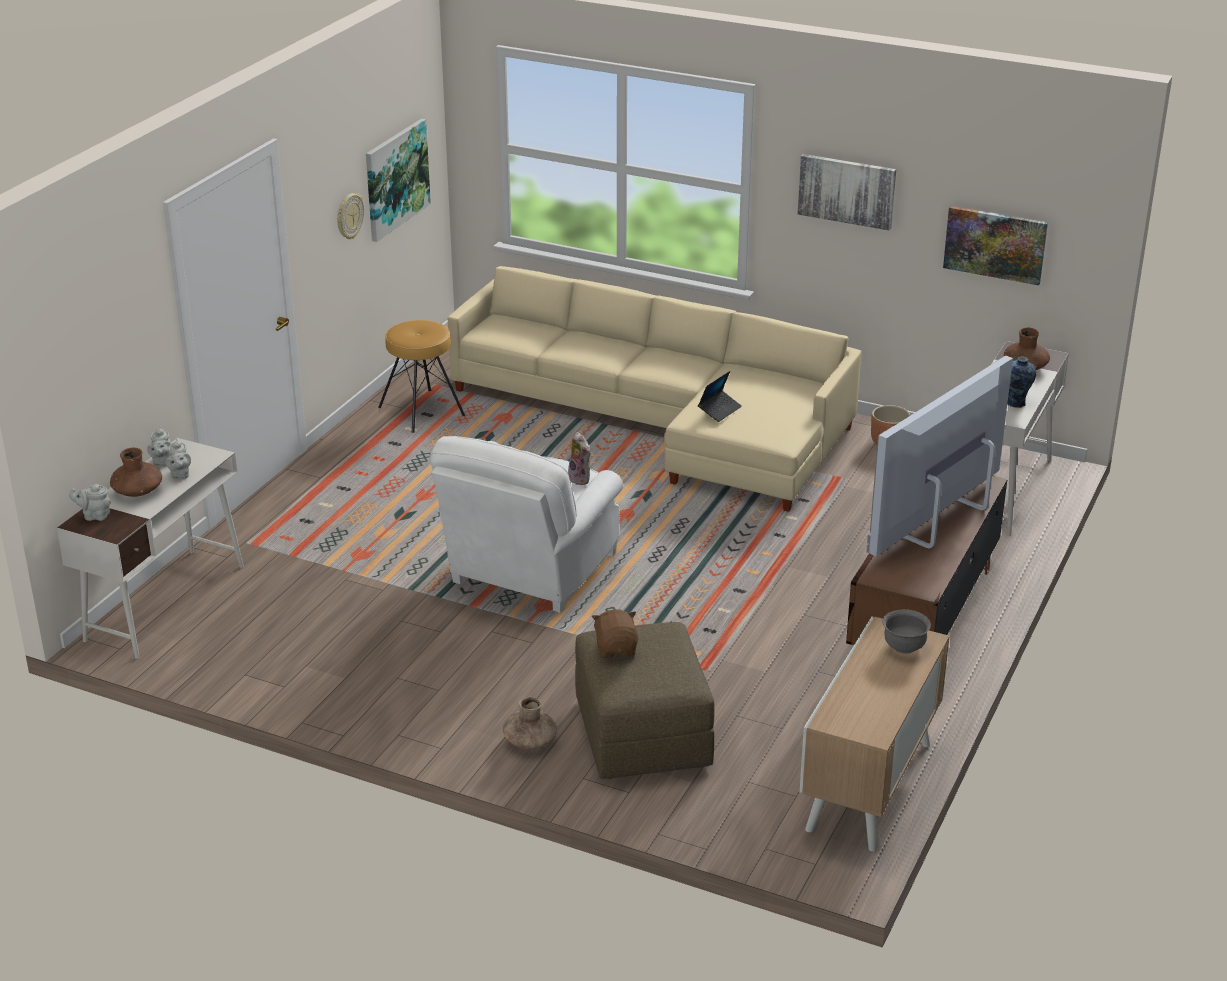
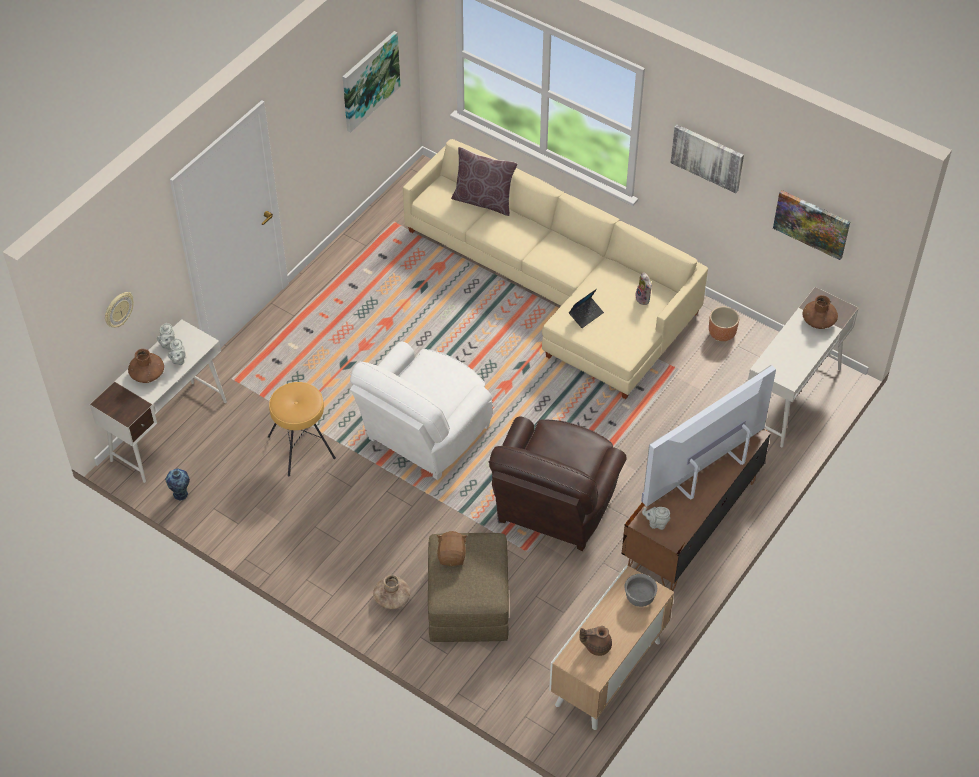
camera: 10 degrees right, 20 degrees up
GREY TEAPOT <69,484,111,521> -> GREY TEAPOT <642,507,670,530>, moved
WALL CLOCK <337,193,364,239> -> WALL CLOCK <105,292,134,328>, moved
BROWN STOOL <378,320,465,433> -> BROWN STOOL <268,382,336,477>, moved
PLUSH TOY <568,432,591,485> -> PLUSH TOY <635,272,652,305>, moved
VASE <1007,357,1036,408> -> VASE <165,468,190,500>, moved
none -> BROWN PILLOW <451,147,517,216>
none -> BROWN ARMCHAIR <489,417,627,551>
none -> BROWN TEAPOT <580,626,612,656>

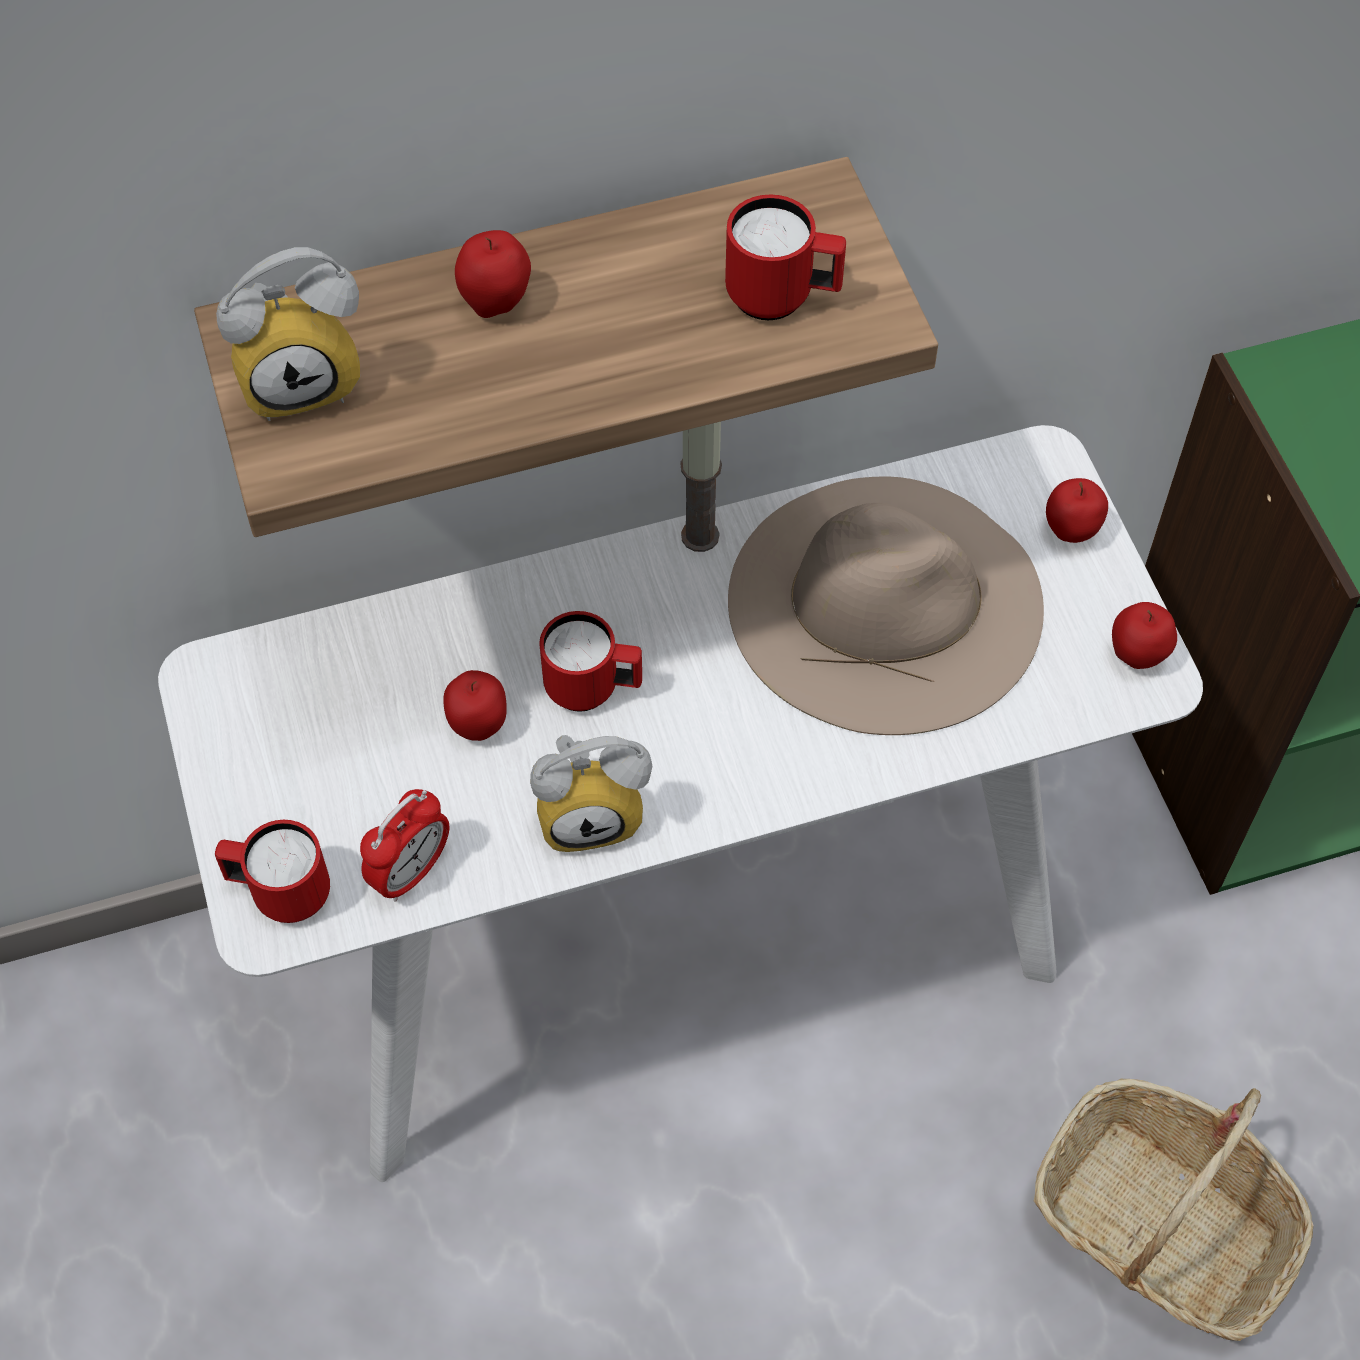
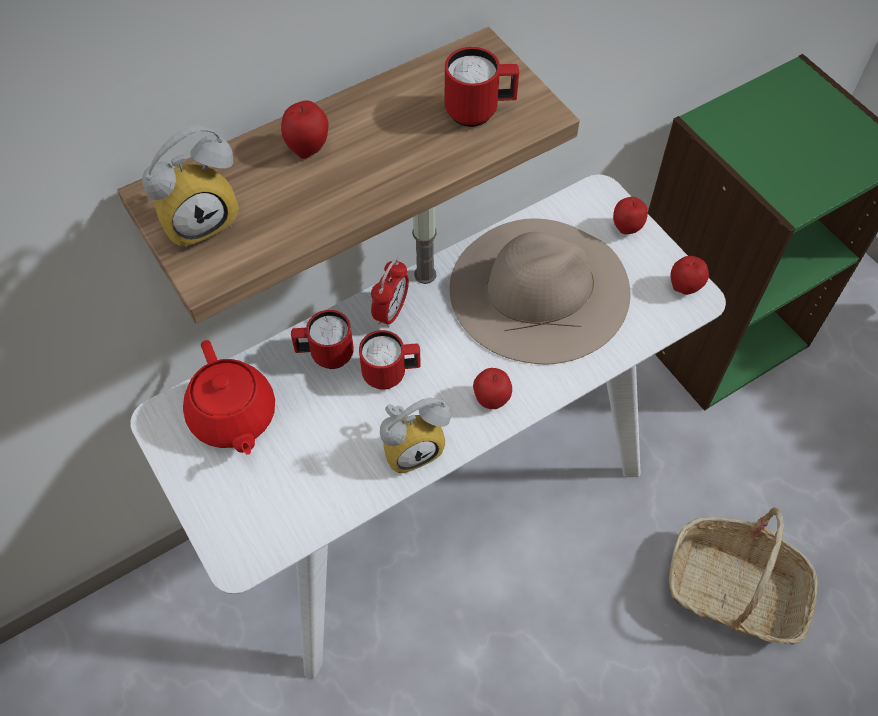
camera: 15 degrees left, 0 degrees up
RED MUG <215,820,330,923> -> RED MUG <291,310,354,369>, moved
ALARM CLOCK <360,789,449,902> -> ALARM CLOCK <371,259,409,328>, moved
APPLE <443,670,507,741> -> APPLE <473,368,512,409>, moved
none -> RED TEAPOT <183,340,275,455>

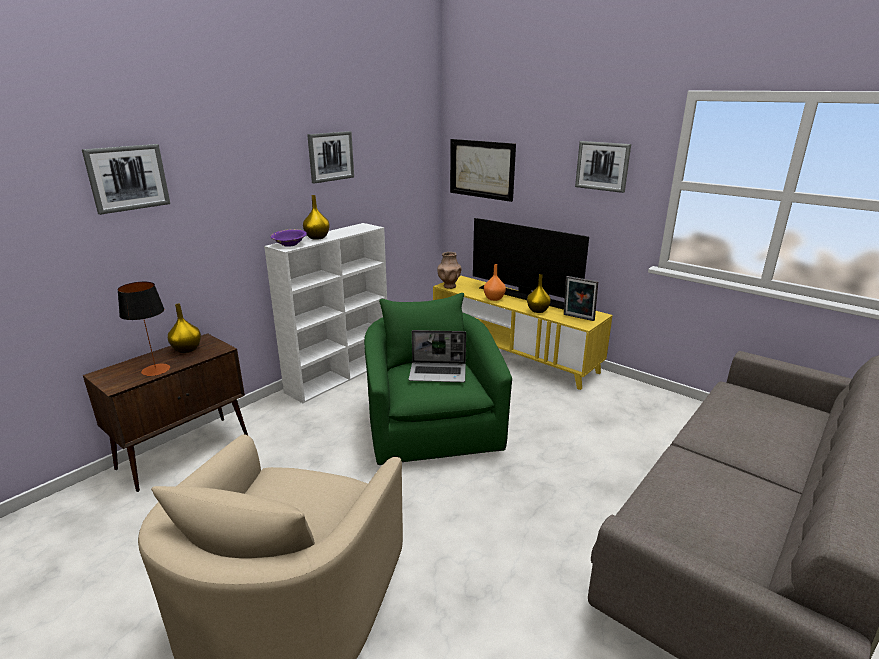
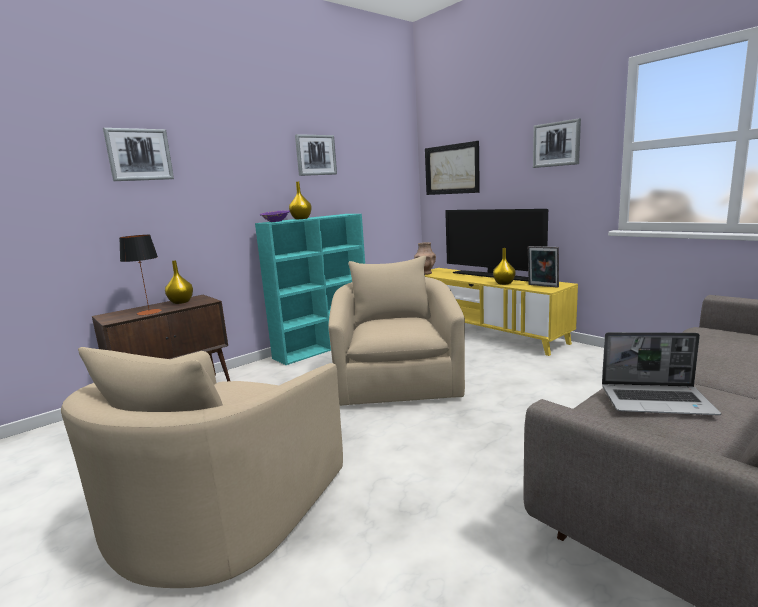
camera: 10 degrees right, 10 degrees down
WHITE BOOKCASE <264,223,387,403> -> TURQUOISE BOOKCASE <255,214,365,365>
GREEN ARMCHAIR <364,293,512,465> -> BEIGE ARMCHAIR <328,256,465,406>
LAPTOP <408,330,466,382> -> LAPTOP <602,332,721,415>, moved
ORANGE VASE <484,264,506,301> -> none

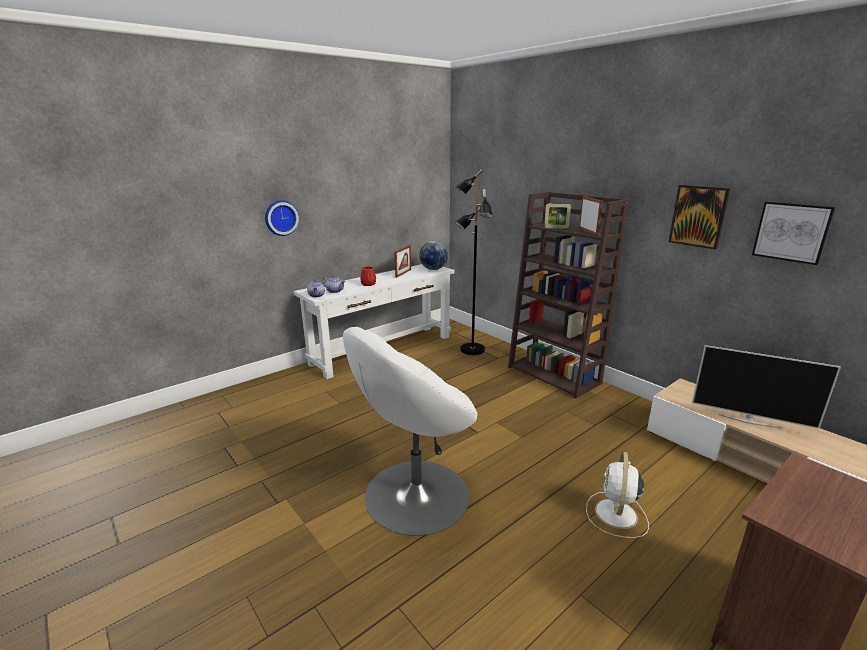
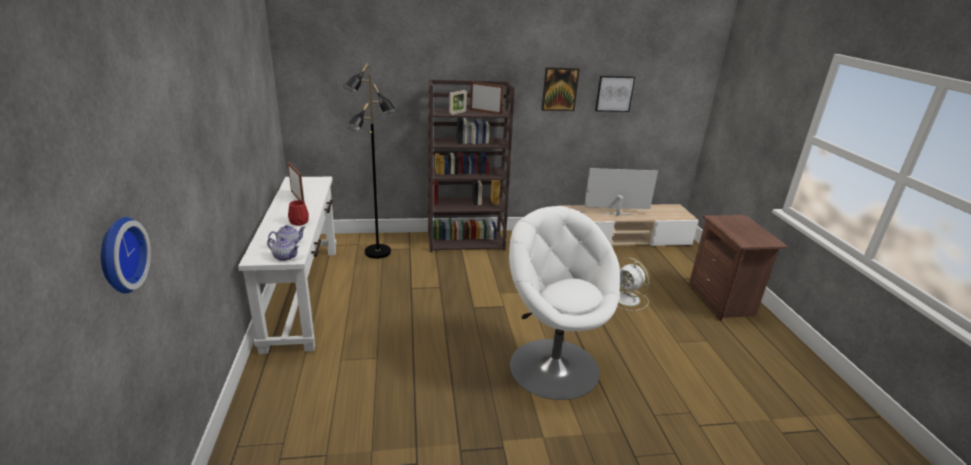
camera: 60 degrees left, 5 degrees up
WALL CLOCK <265,200,299,236> -> WALL CLOCK <101,217,151,293>, moved
WHITE ARMCHAIR <343,327,477,536> -> WHITE ARMCHAIR <509,206,620,400>, 150 degrees clockwise
GLOBE <419,241,448,270> -> none
TELEVISION <692,345,841,429> -> TELEVISION <584,168,658,216>, 150 degrees counterclockwise

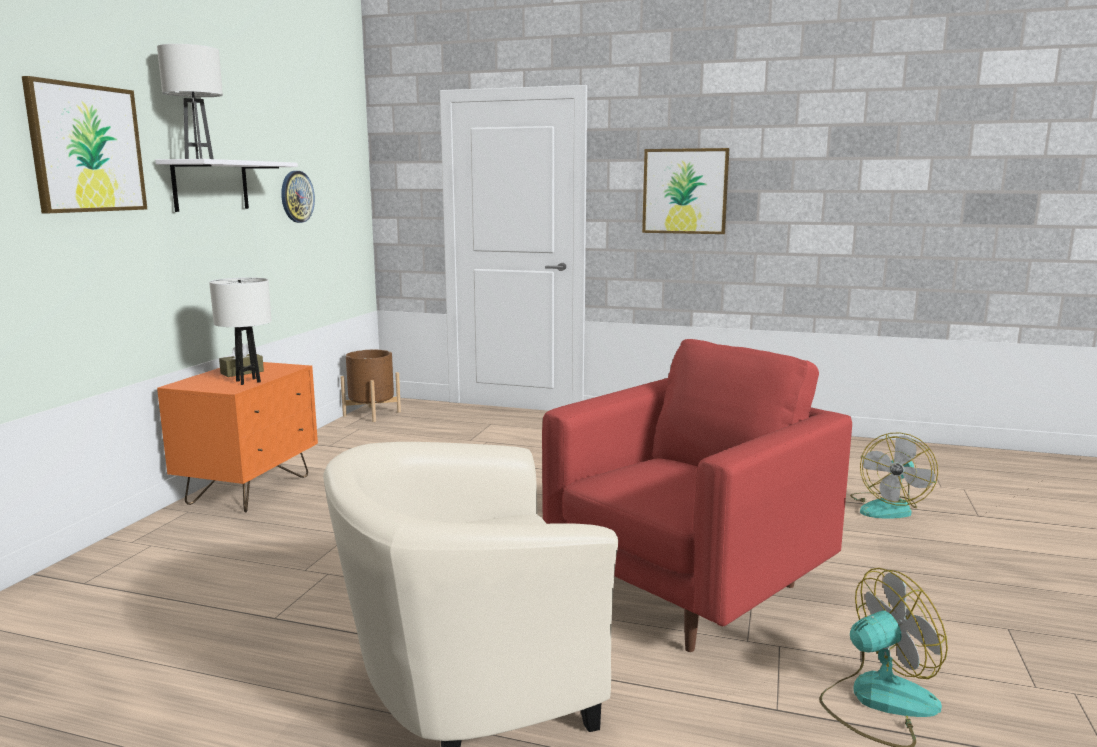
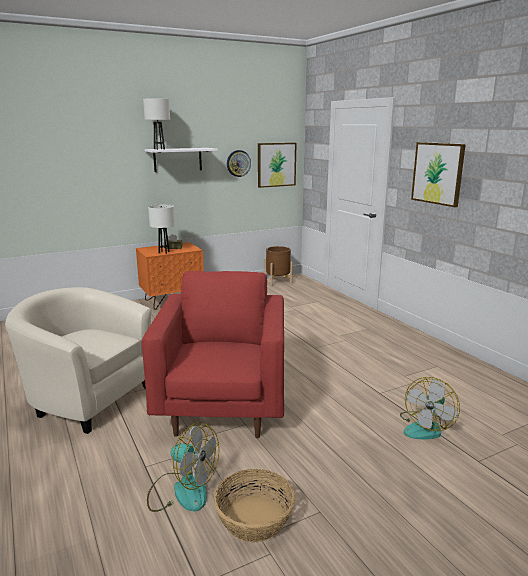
camera: 45 degrees right, 5 degrees up
PICTURE <22,76,147,213> -> PICTURE <258,143,296,188>, moved
RED ARMCHAIR <542,339,852,652> -> RED ARMCHAIR <142,271,284,438>, 90 degrees counterclockwise
FAN <850,432,938,519> -> FAN <400,377,460,439>, 45 degrees counterclockwise
none -> BASKET <214,469,295,543>

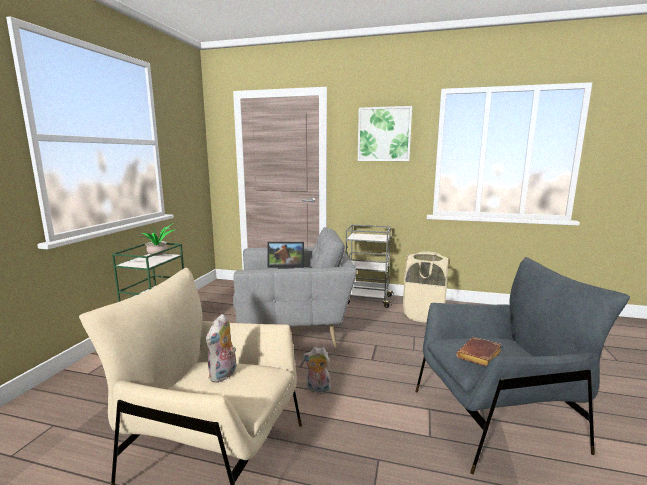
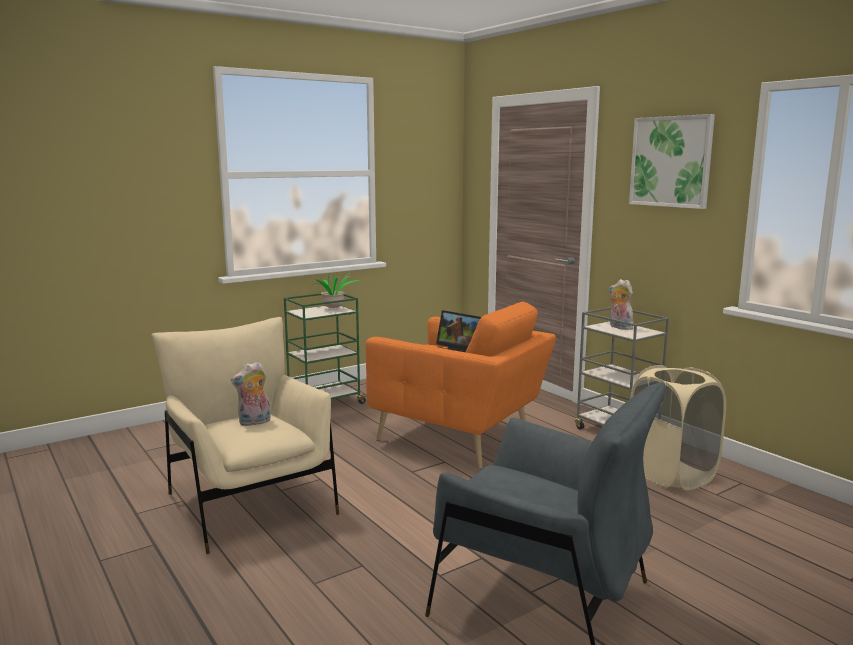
camera: 40 degrees right, 0 degrees up
GREY ARMCHAIR <233,227,357,348> -> ORANGE ARMCHAIR <365,302,556,469>
PLUSH TOY <303,347,331,394> -> PLUSH TOY <609,279,634,330>, moved
BROWN BOOK <456,337,502,366> -> none

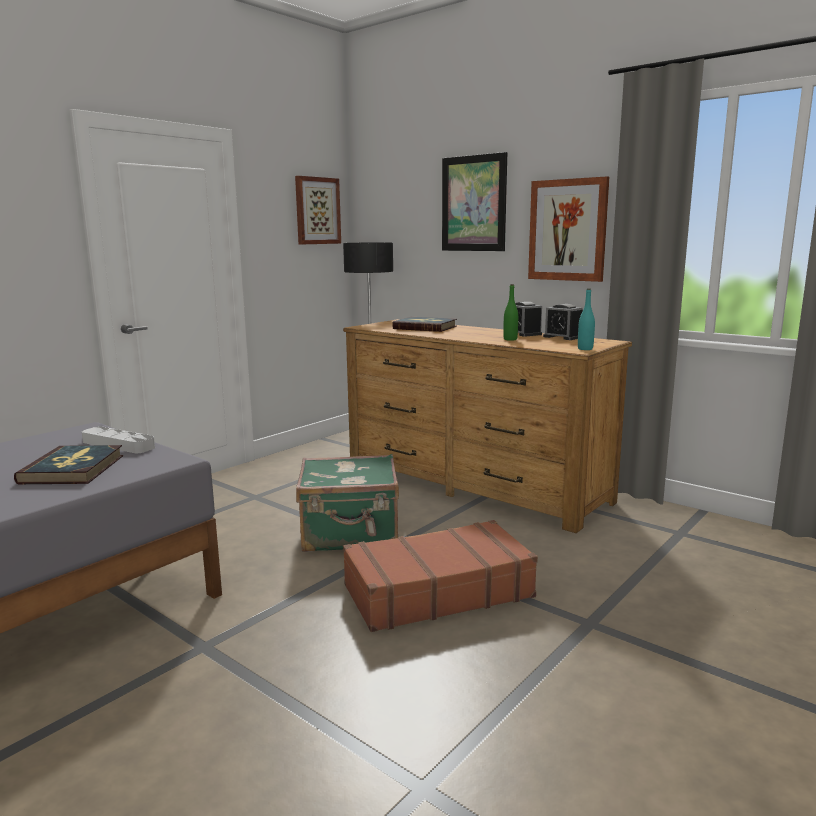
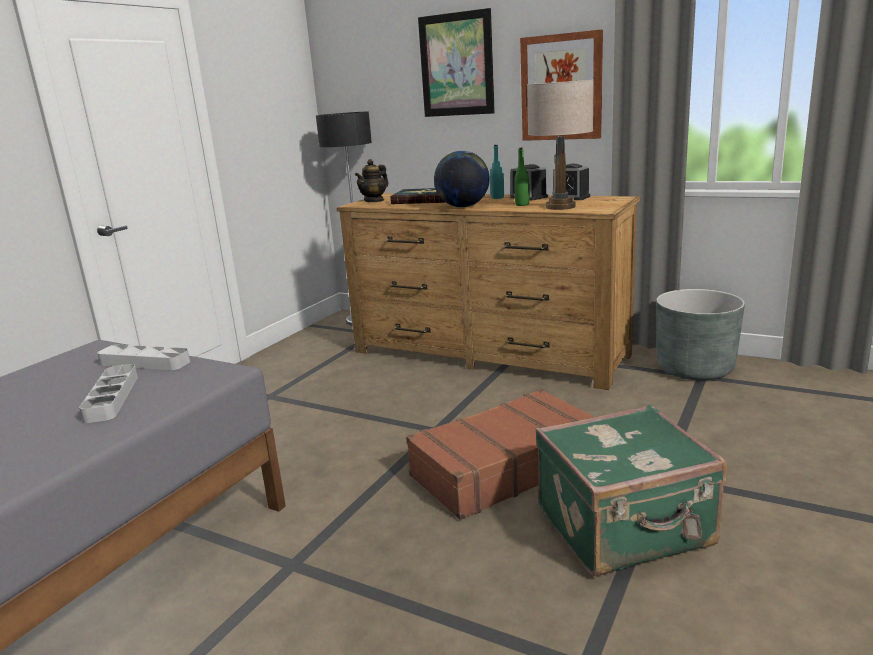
camera: 10 degrees left, 5 degrees up
BOOK <14,445,123,484> -> GREY TRAY <79,364,138,423>
PICTURE <295,176,341,244> -> none
GREEN SUITCASE <296,454,399,552> -> GREEN SUITCASE <536,404,727,577>, moved
TURQUOISE BOTTLE <578,288,595,350> -> TURQUOISE BOTTLE <490,145,504,199>, moved
none -> TEAPOT <355,159,388,202>
none -> GLOBE <434,151,490,207>
none -> BEIGE TABLE LAMP <527,80,594,210>
none -> GREY PLANTER <656,289,745,380>

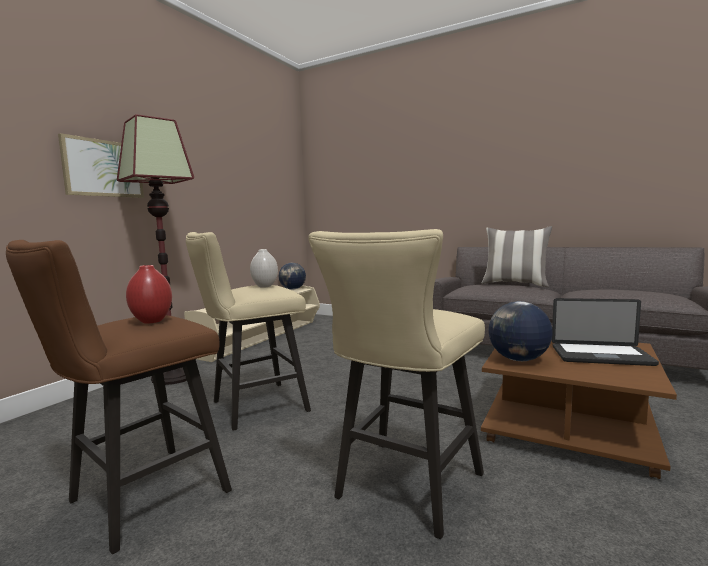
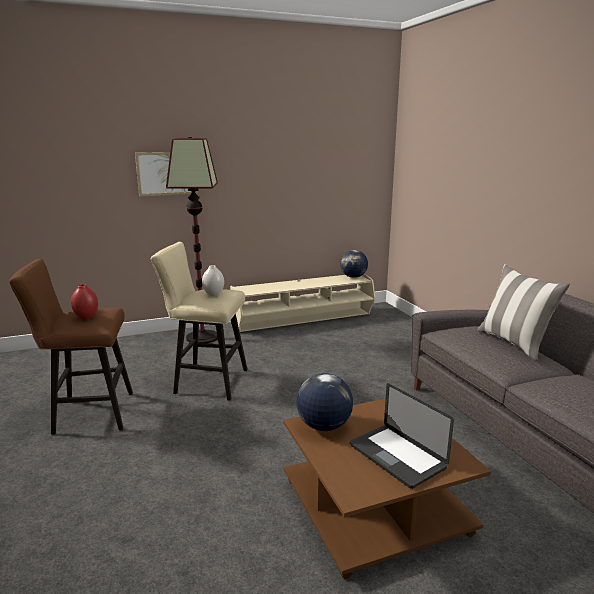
camera: 40 degrees right, 10 degrees up
BEIGE STOOL <309,229,485,539> -> none

